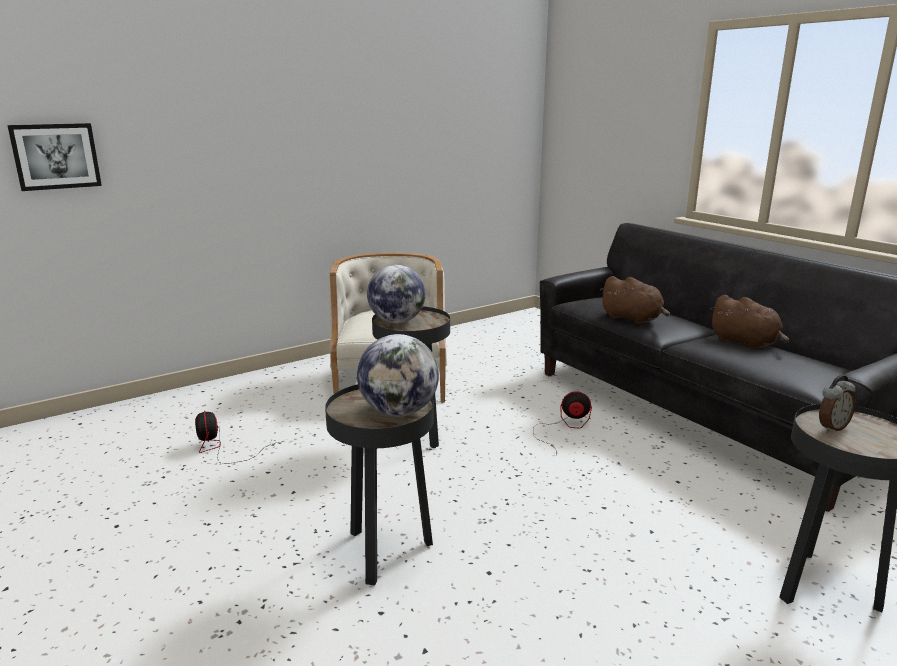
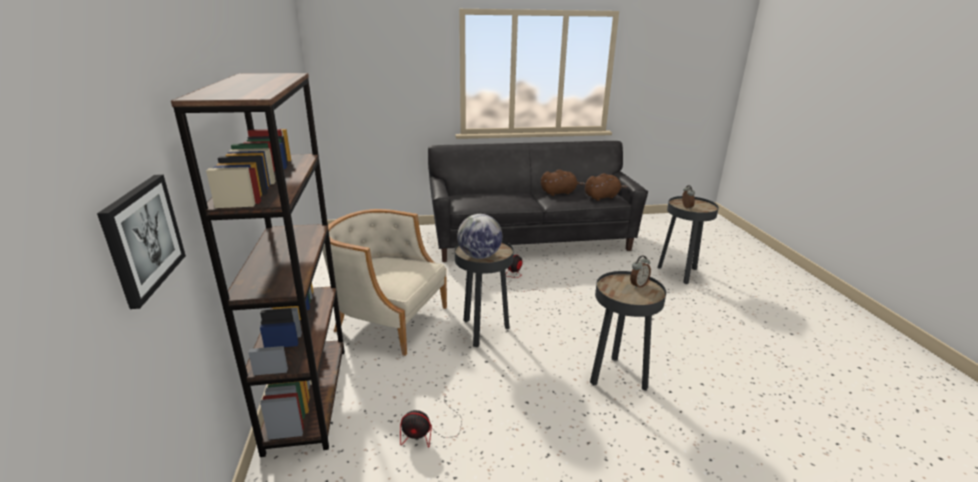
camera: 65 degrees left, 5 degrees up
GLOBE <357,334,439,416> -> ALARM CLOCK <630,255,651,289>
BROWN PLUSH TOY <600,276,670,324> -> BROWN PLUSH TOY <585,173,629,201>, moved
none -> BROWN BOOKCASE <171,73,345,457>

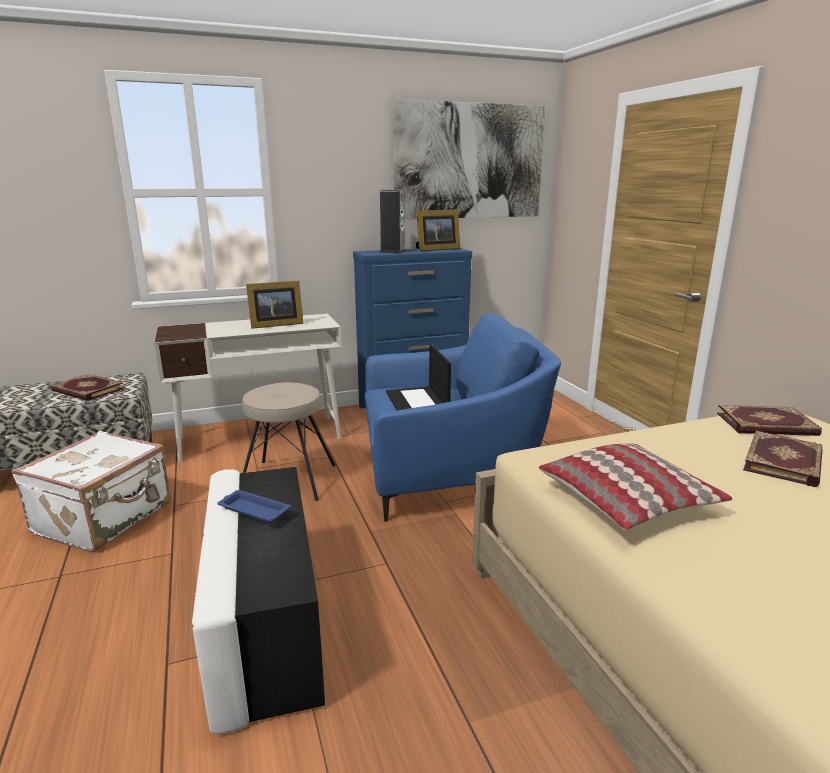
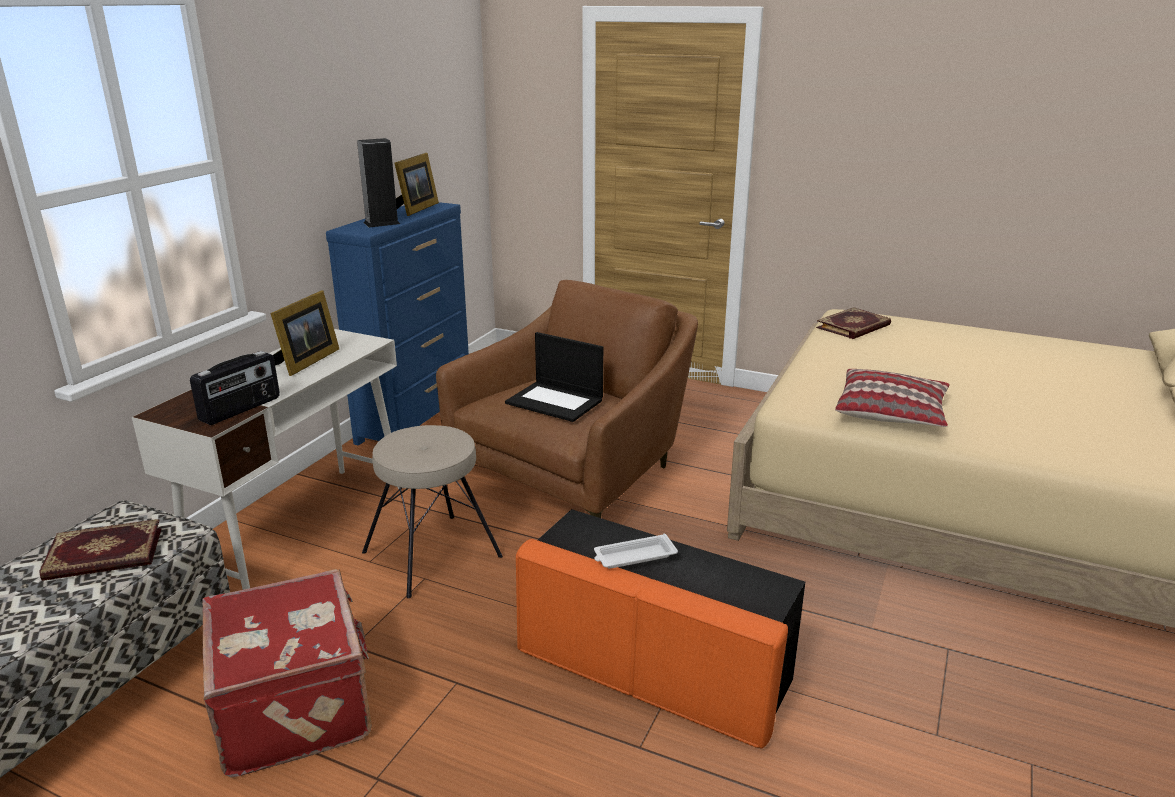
camera: 45 degrees left, 5 degrees up
WHITE SUITCASE <11,431,171,552> -> RED SUITCASE <202,569,372,778>
WHITE OTTOMAN <192,467,325,734> -> ORANGE OTTOMAN <516,509,805,748>
BLUE TRAY <218,490,291,522> -> WHITE TRAY <594,534,678,569>
BLUE ARMCHAIR <365,313,561,522> -> BROWN ARMCHAIR <436,280,698,518>
PICTURE <393,99,546,219> -> none
BOOK <743,430,823,487> -> none
none -> RADIO <190,351,280,425>

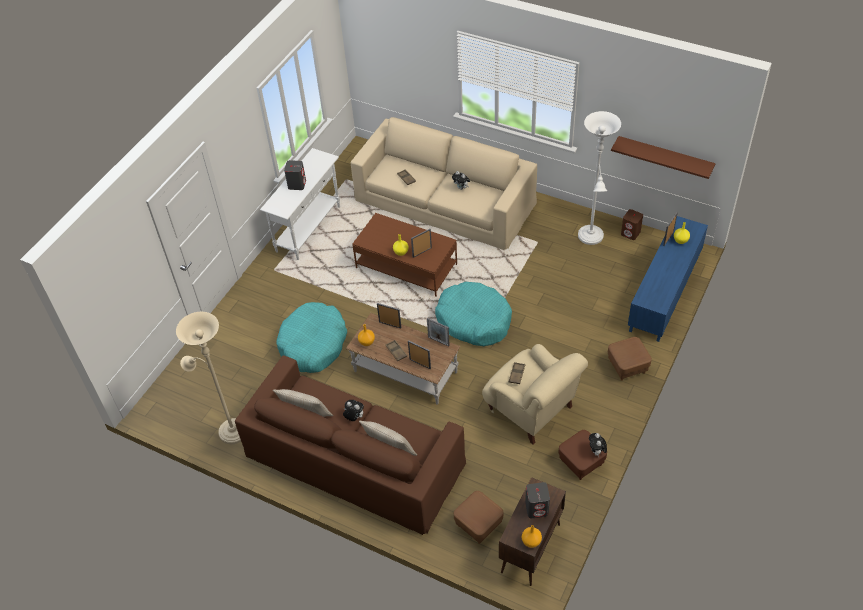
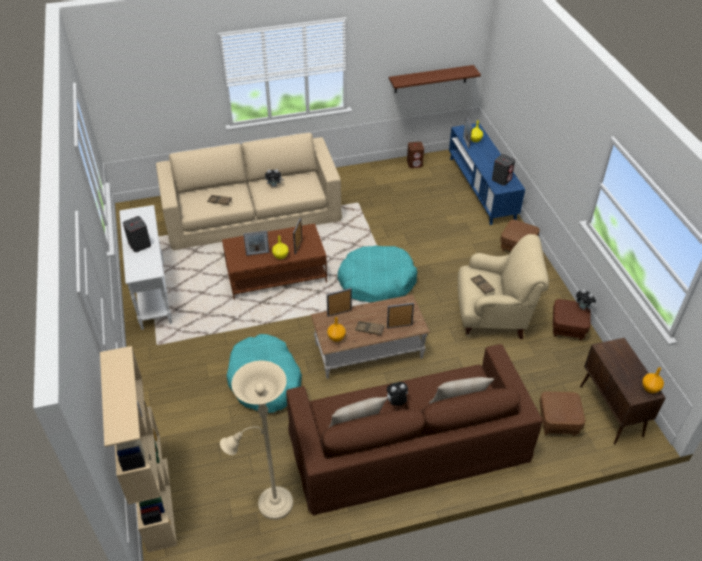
camera: 45 degrees left, 5 degrees down
PICTURE FRAME <427,318,450,346> -> PICTURE FRAME <243,231,270,256>, moved
GREY SPEAKER <525,482,550,518> -> GREY SPEAKER <492,154,515,186>, moved
WHITE FLOOR LAMP <578,111,621,245> -> none
none -> BEIGE BOOKCASE <100,346,177,553>

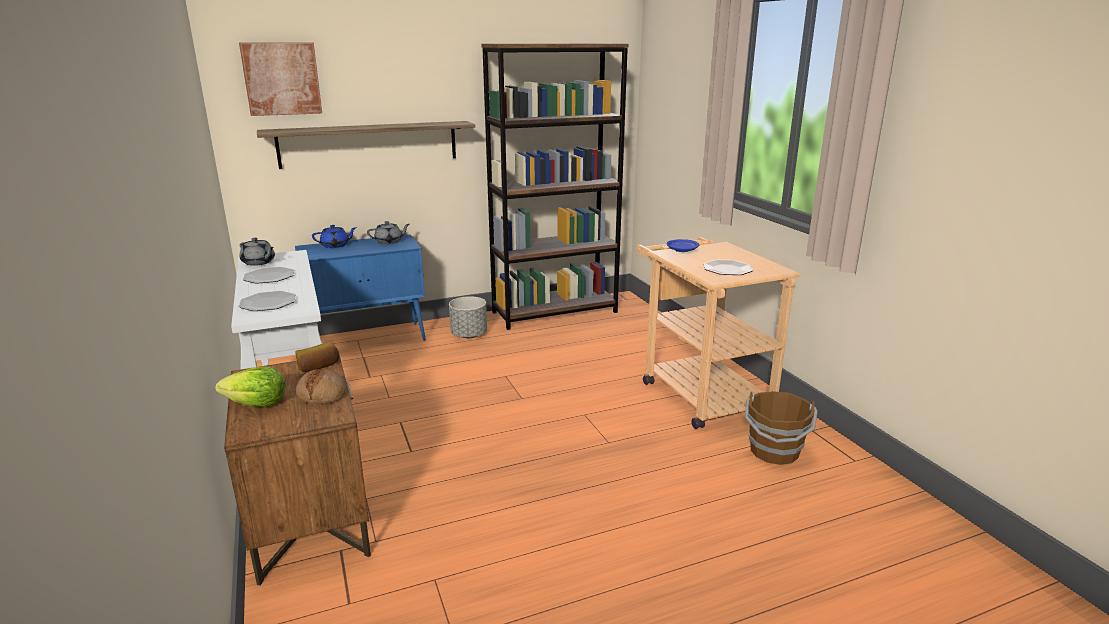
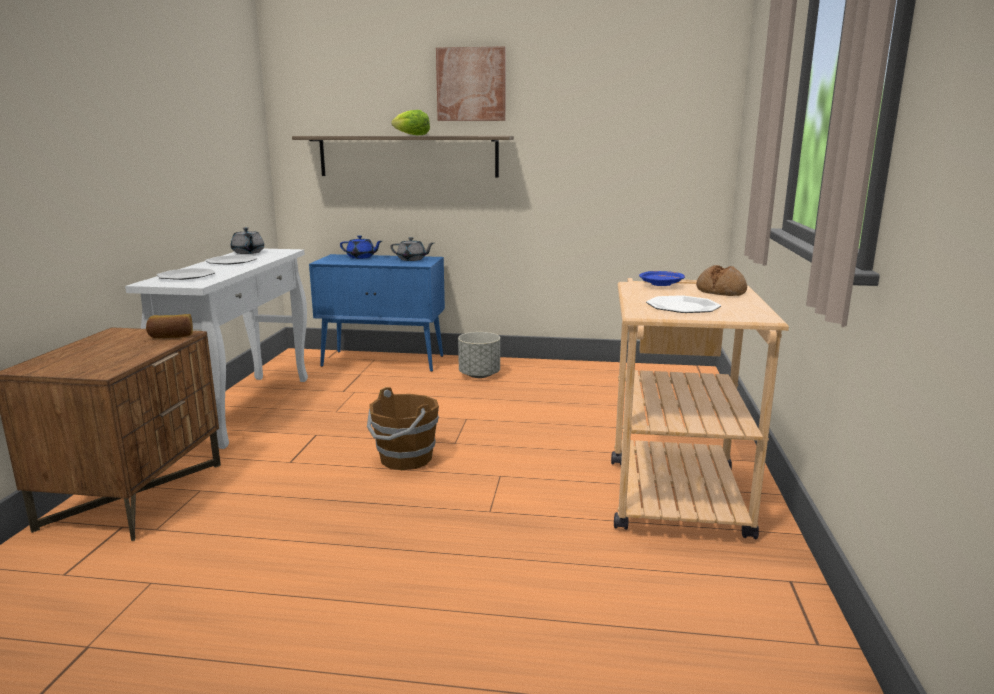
camera: 30 degrees right, 5 degrees down
LETTUCE <215,367,286,407> -> LETTUCE <391,110,430,136>, moved
PICTURE <239,43,322,116> -> PICTURE <436,46,506,121>, moved
BREAD <296,369,346,404> -> BREAD <696,265,747,296>, moved
BROWN BOOKCASE <482,44,629,330> -> none
BROWN BUCKET <745,391,818,465> -> BROWN BUCKET <367,387,439,470>, moved

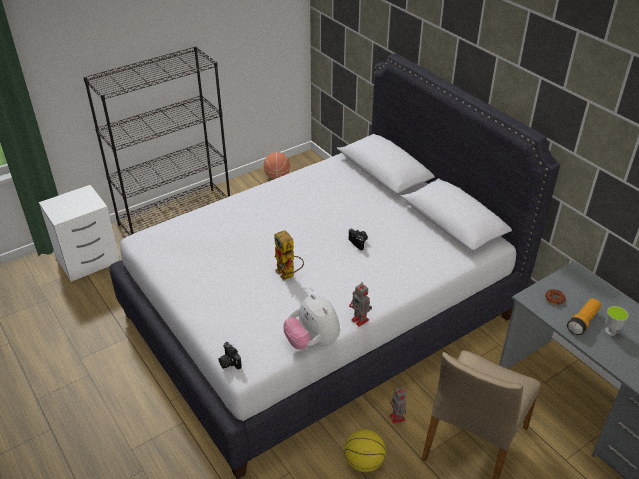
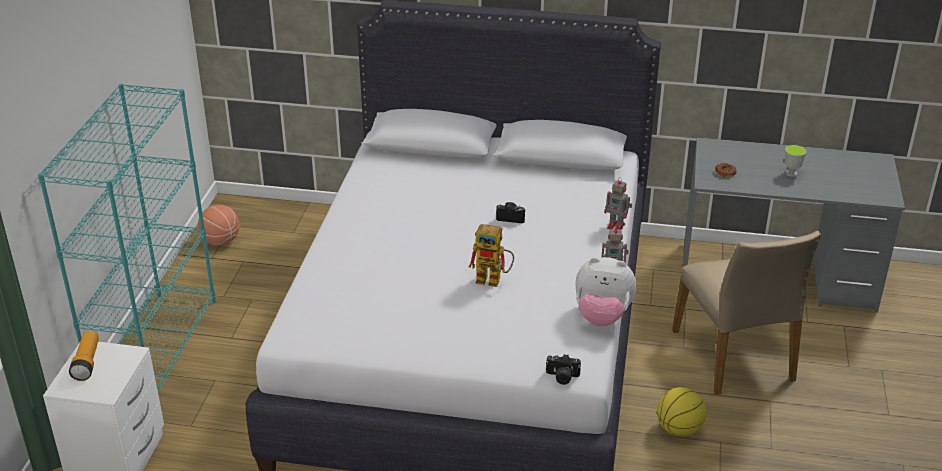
camera: 45 degrees left, 5 degrees down
BLACK BOOKCASE <83,46,230,236> -> TURQUOISE BOOKCASE <38,84,216,391>
TOY ROBOT <389,387,406,424> -> TOY ROBOT <604,177,632,230>, moved
FLASHLIGHT <567,298,601,335> -> FLASHLIGHT <69,331,99,381>, moved

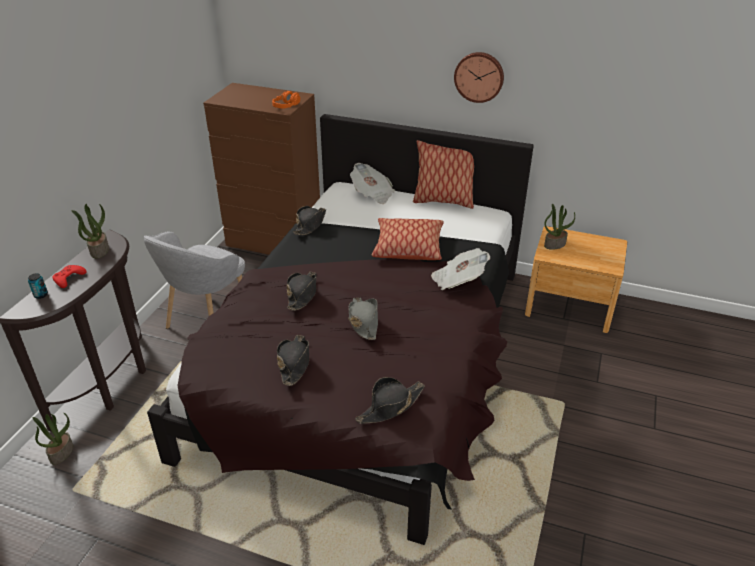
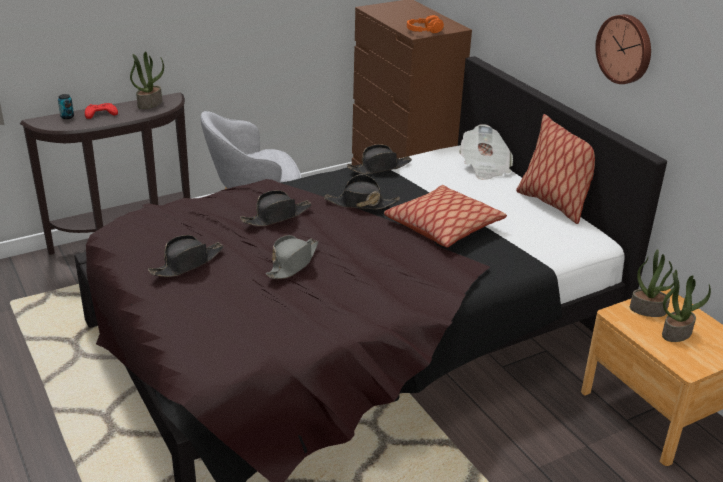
camera: 40 degrees right, 5 degrees down
POTTED PLANT <33,413,73,465> -> POTTED PLANT <662,273,711,342>, moved
BLACK HAT <355,377,425,424> -> BLACK HAT <324,174,400,209>, moved
NEWSPAPER <431,248,490,290> -> none

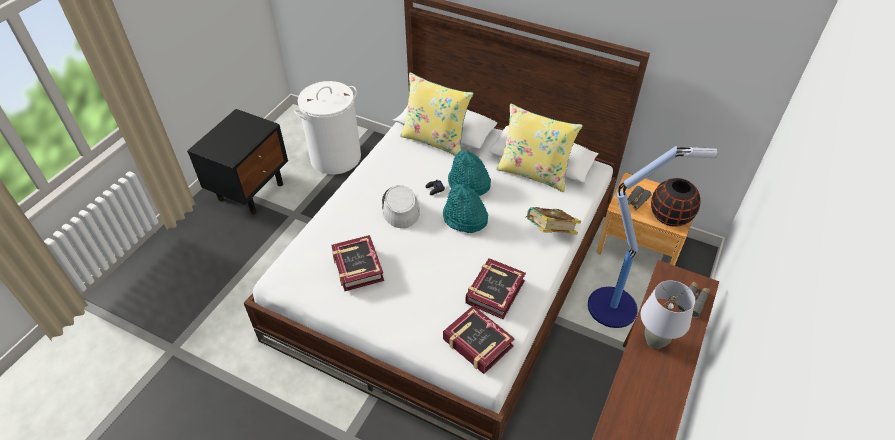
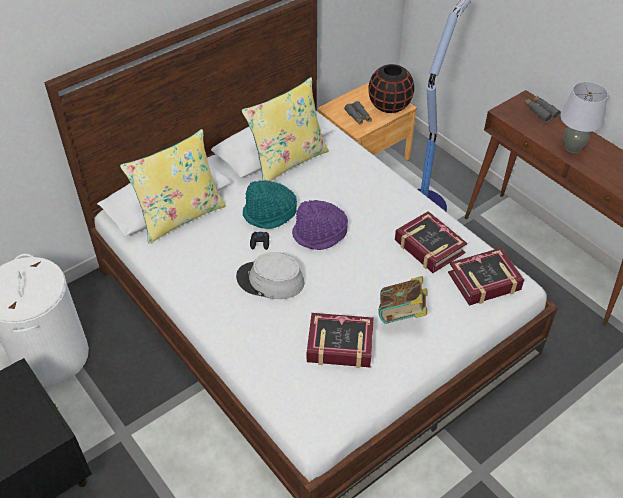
camera: 65 degrees left, 0 degrees up
TURQUOISE HAT <443,184,488,233> -> PURPLE HAT <292,200,348,250>
BOOK <525,207,581,234> -> BOOK <378,276,428,324>, moved

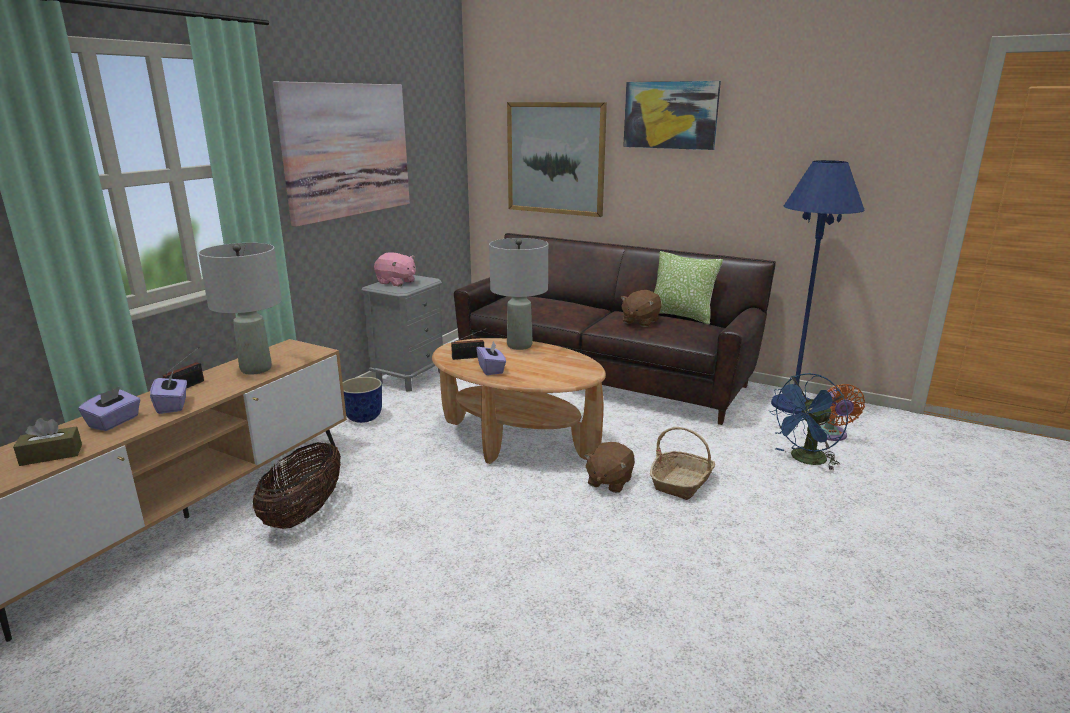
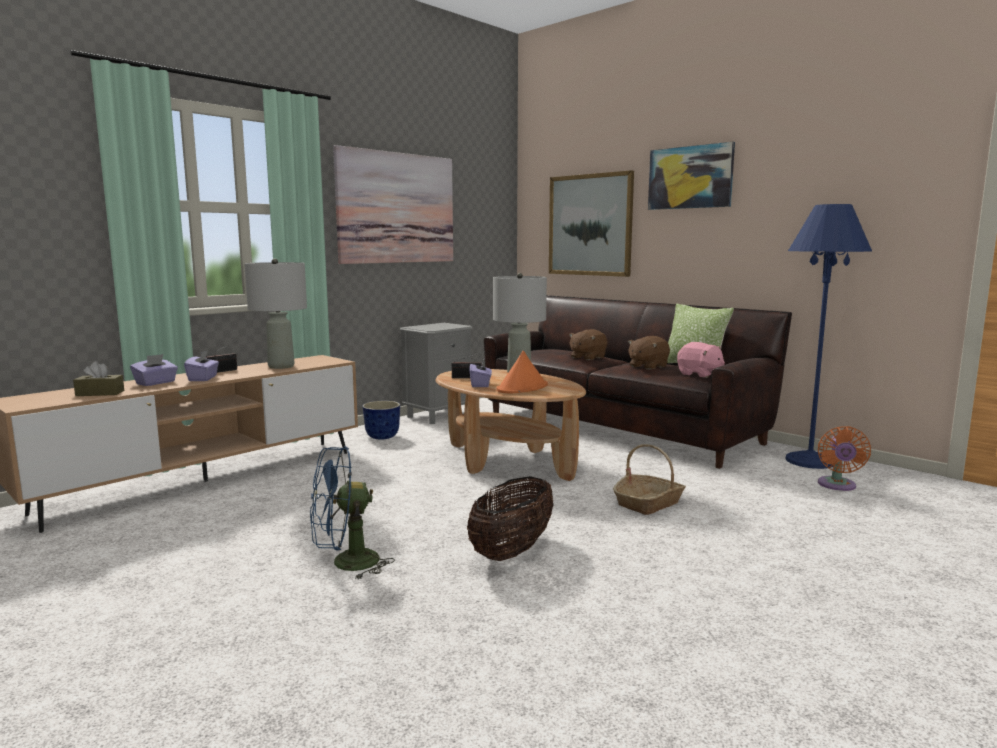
camera: 15 degrees right, 10 degrees down
BASKET <253,442,341,529> -> BASKET <467,476,554,561>, moved
PINK PLUSH TOY <374,253,416,286> -> PINK PLUSH TOY <677,342,725,378>, moved
BROWN PLUSH TOY <584,442,635,493> -> BROWN PLUSH TOY <569,329,607,360>, moved
BLUE FAN <769,373,848,471> -> BLUE FAN <310,446,395,580>, moved
none -> ORANGE HAT <497,351,548,393>

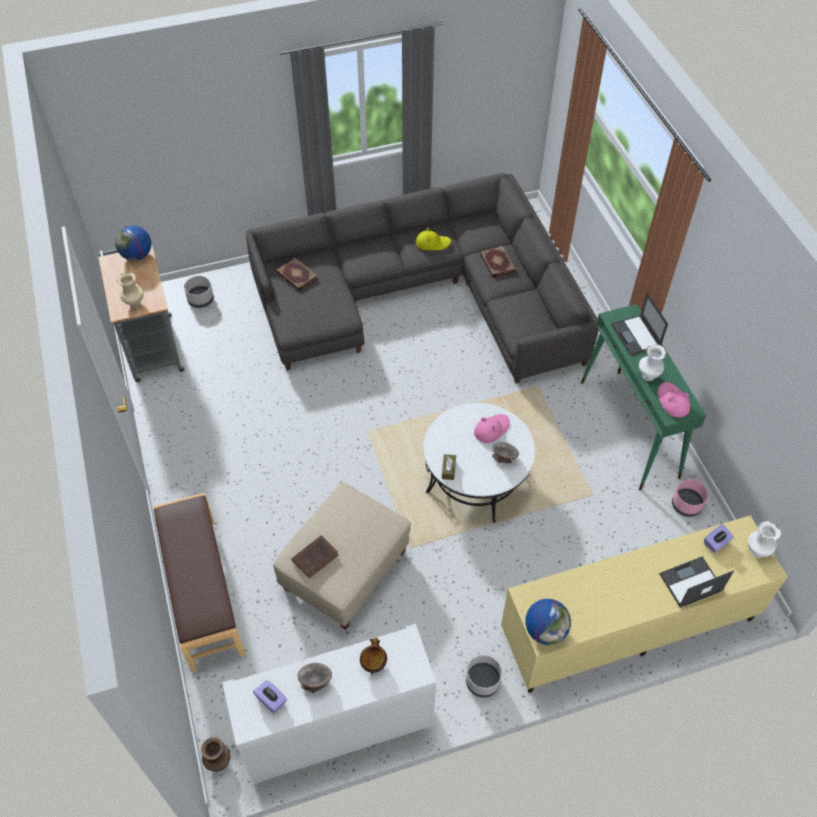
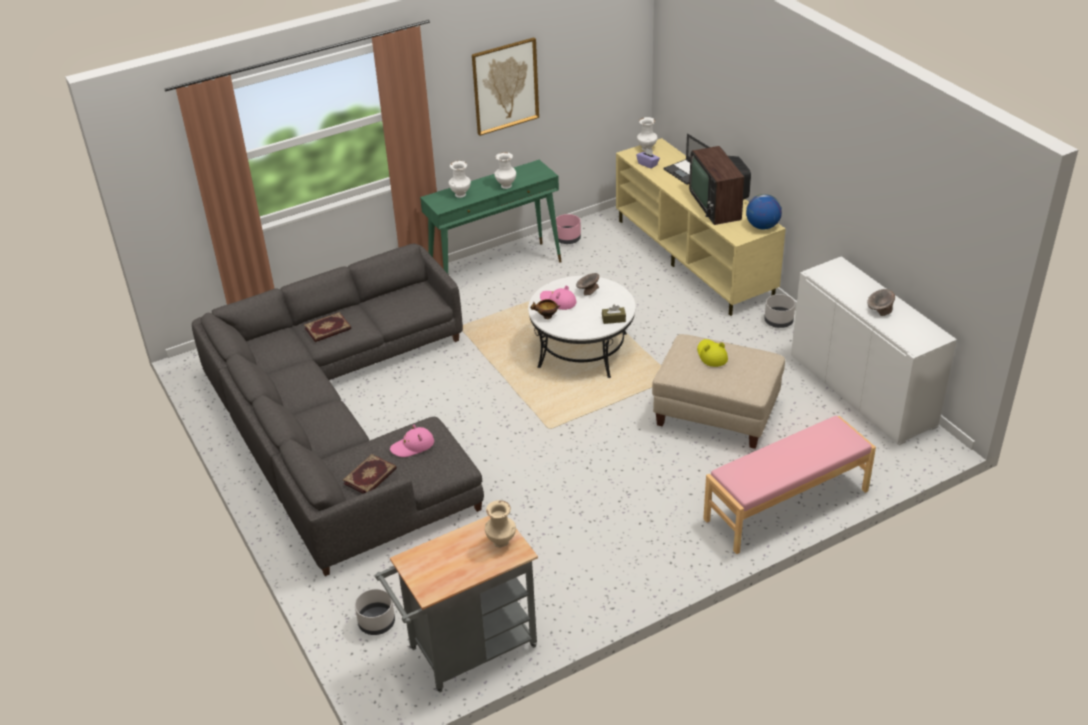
camera: 100 degrees left, 15 degrees down
GLOBE <115,225,151,261> -> none
BROWN BENCH <153,493,245,672> -> PINK BENCH <703,416,876,554>
BROWN VASE <201,737,231,772> -> none
PURPLE TISSUE BOX <253,680,287,713> -> none
BROWN BOOK <292,535,338,578> -> none
BOWL <360,638,387,675> -> BOWL <530,299,560,319>, moved
YELLOW HAT <416,228,451,250> -> YELLOW HAT <697,339,728,367>, moved
LAPTOP <611,293,668,355> -> WHITE VASE <449,161,471,198>
PINK HAT <658,382,690,417> -> PINK HAT <390,424,434,457>, moved
none -> PICTURE <472,37,539,136>
none -> TELEVISION <689,146,751,225>

